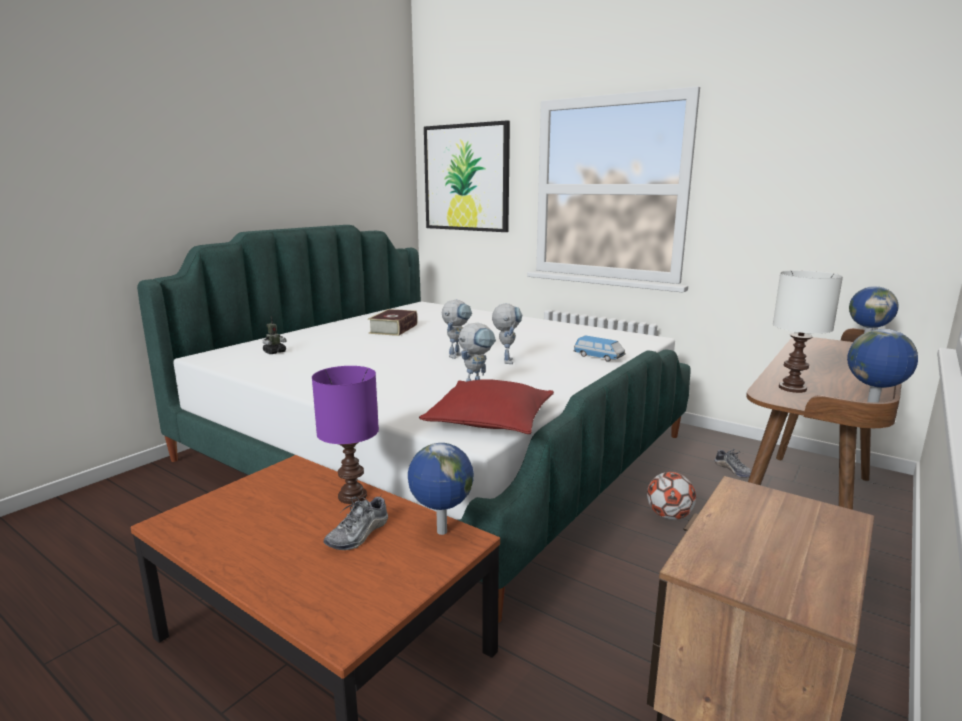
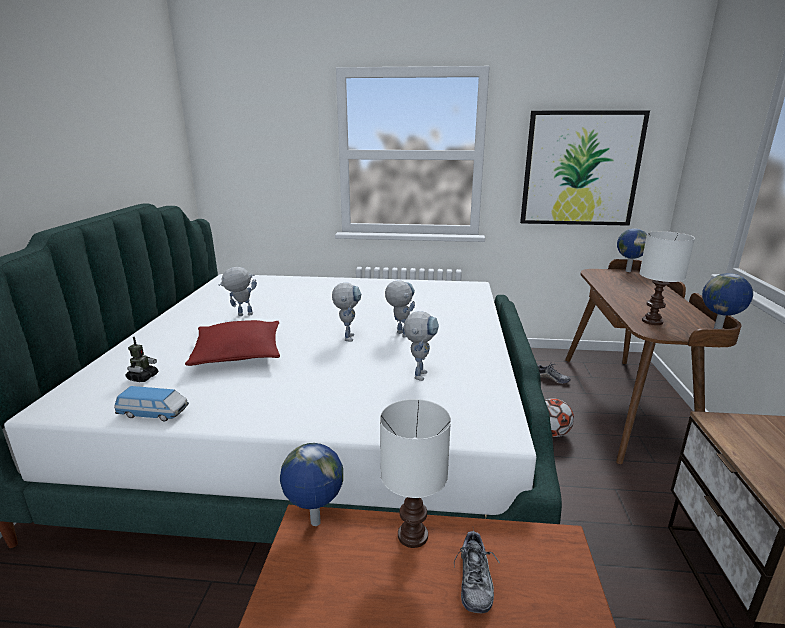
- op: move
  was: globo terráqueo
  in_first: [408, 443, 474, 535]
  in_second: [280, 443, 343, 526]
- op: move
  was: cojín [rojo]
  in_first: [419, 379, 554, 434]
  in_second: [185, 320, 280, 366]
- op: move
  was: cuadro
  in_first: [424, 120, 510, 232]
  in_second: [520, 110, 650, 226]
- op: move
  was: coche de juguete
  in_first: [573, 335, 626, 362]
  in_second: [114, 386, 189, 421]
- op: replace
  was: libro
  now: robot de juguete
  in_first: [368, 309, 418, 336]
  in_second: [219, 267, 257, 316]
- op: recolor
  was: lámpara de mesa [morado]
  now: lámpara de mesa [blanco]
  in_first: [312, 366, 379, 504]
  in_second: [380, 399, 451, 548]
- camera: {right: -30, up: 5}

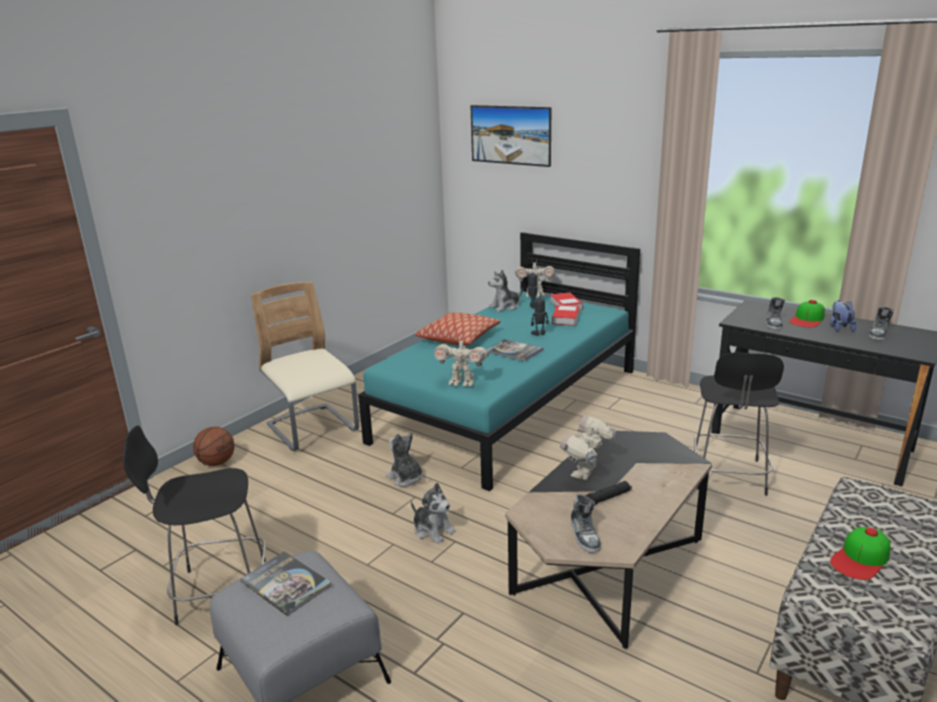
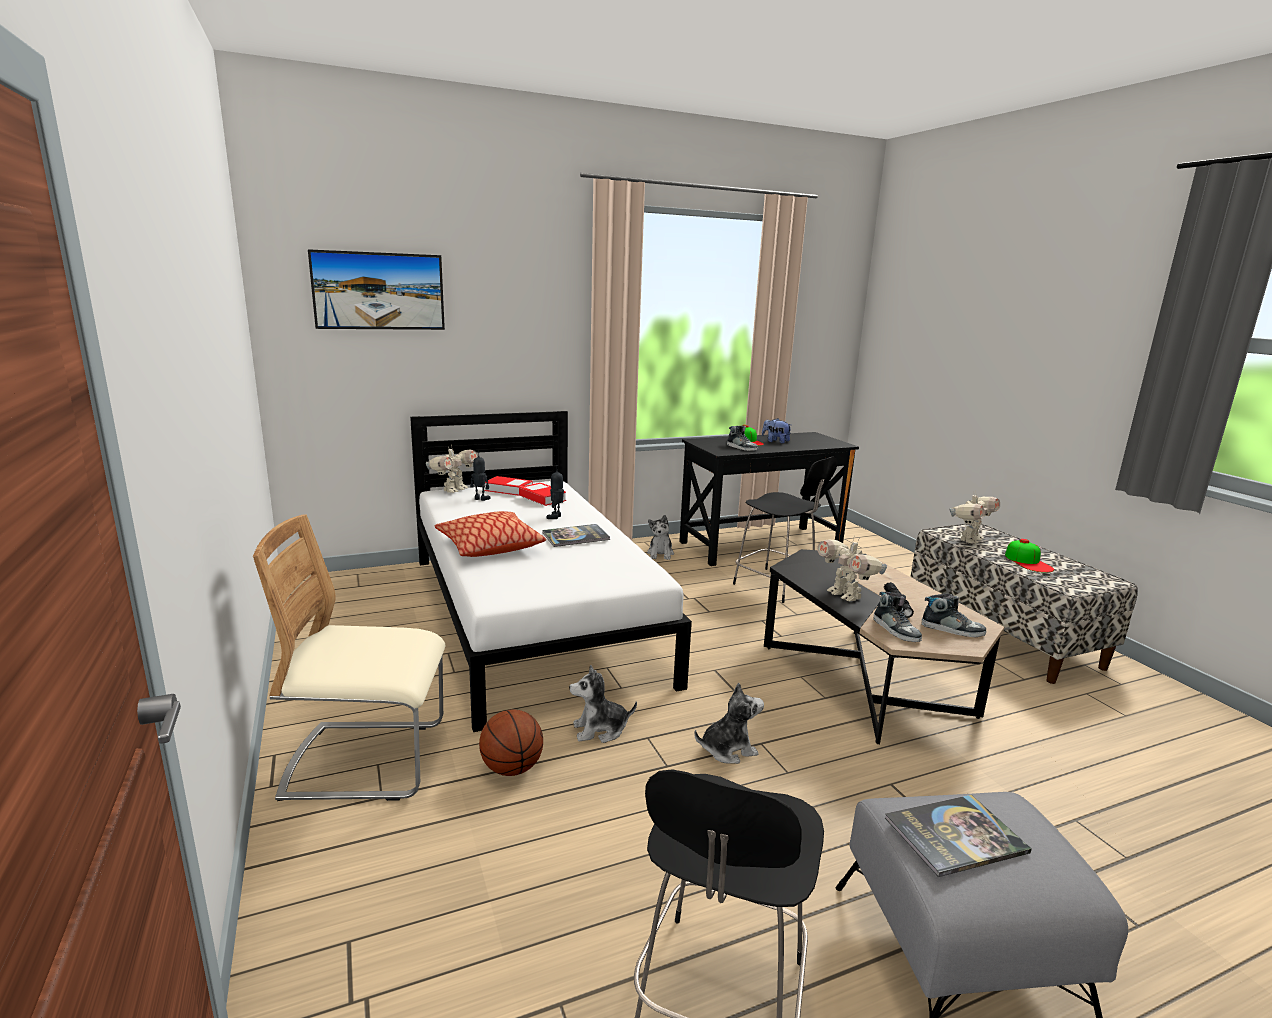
- op: move
  was: balón de baloncesto
  in_first: [193, 427, 235, 466]
  in_second: [479, 710, 543, 776]
- op: move
  was: robot de juguete
  in_first: [434, 336, 489, 386]
  in_second: [949, 490, 1000, 544]
- op: move
  was: peluche
  in_first: [488, 270, 523, 312]
  in_second: [647, 515, 674, 560]
- op: move
  was: zapato
  in_first: [868, 307, 894, 340]
  in_second: [873, 592, 922, 642]
- op: recolor
  was: cama [turquesa]
  now: cama [blanco]
  in_first: [358, 232, 640, 491]
  in_second: [410, 411, 692, 732]
- camera: {right: -60, up: -5}

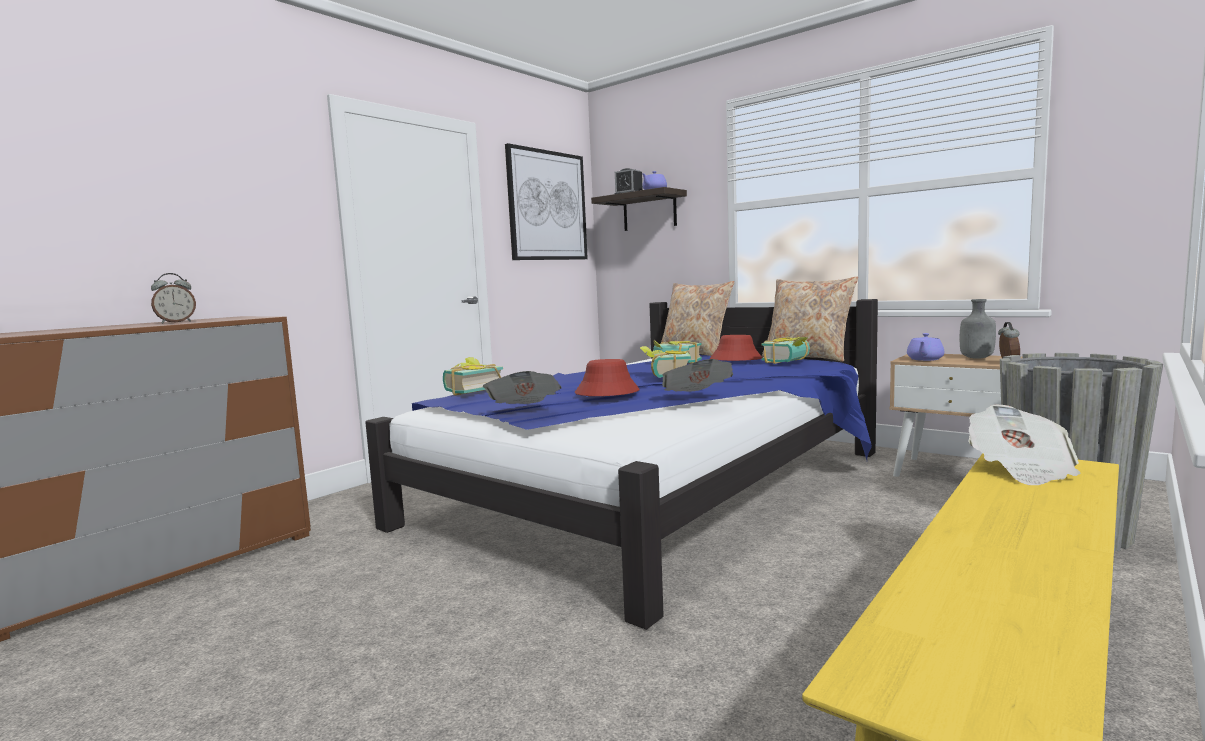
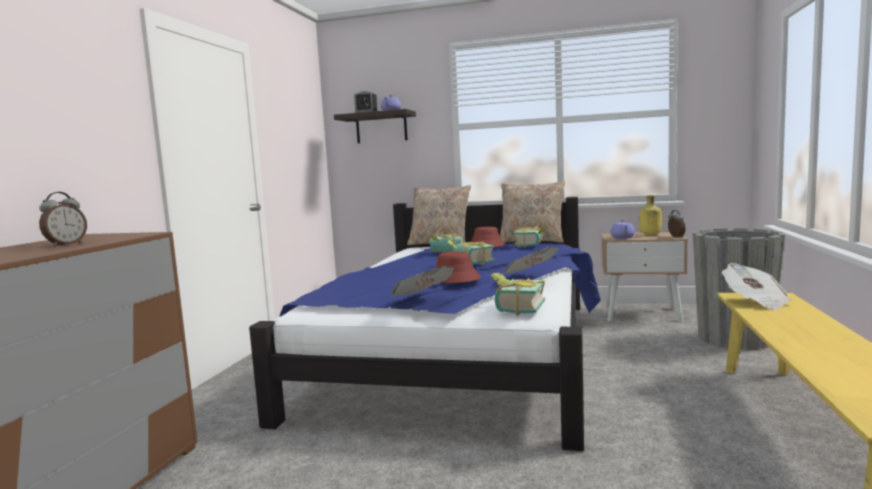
- op: delete
  was: cuadro
  in_first: [505, 143, 588, 260]
- op: move
  was: libro
  in_first: [443, 357, 503, 395]
  in_second: [491, 273, 545, 316]
- op: recolor
  was: botella [gris]
  now: botella [amarillo]
  in_first: [960, 299, 996, 359]
  in_second: [639, 195, 662, 235]
- camera: {right: -25, up: 0}

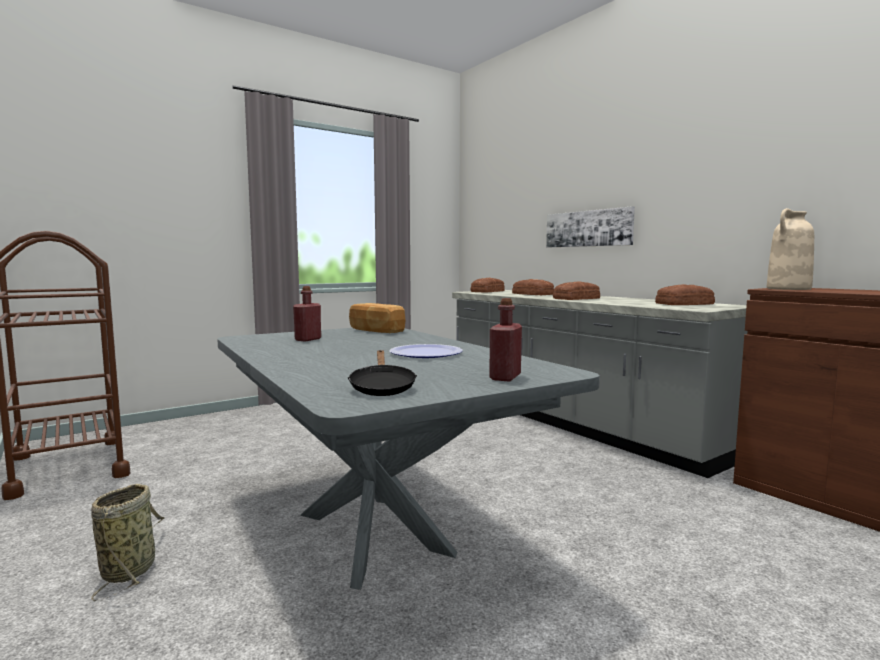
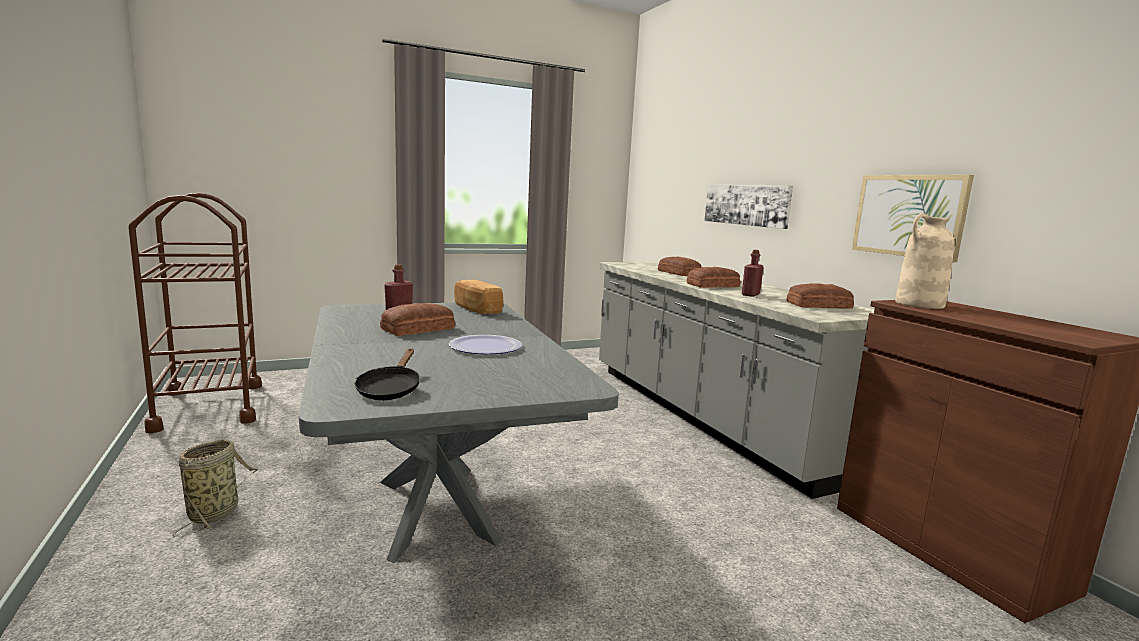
- op: insert
  now: cuadro
  in_second: [852, 175, 974, 262]
- op: move
  was: pan
  in_first: [471, 278, 505, 293]
  in_second: [380, 303, 455, 336]
- op: move
  was: botella [rojo]
  in_first: [489, 298, 522, 381]
  in_second: [742, 250, 764, 297]
- camera: {right: 10, up: 5}

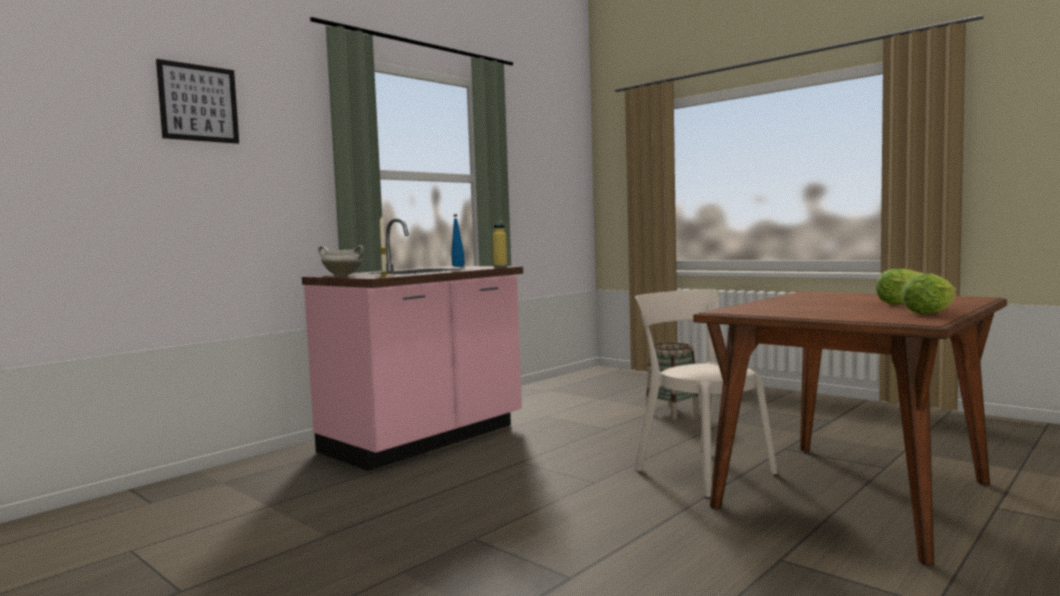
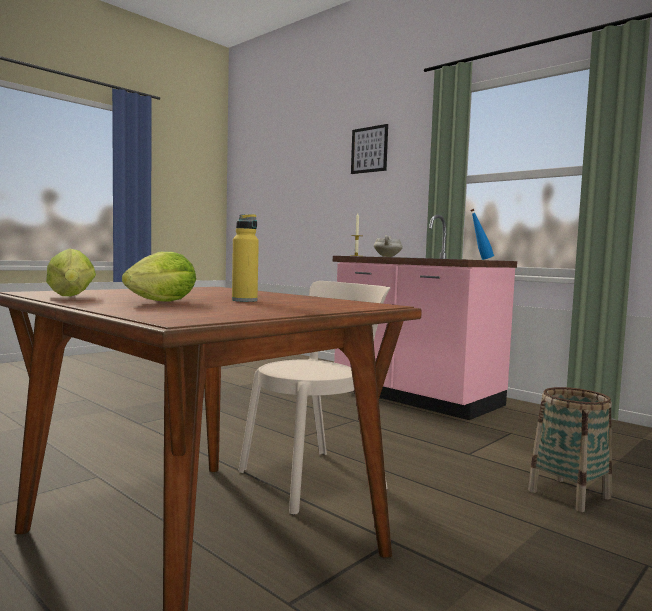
- op: move
  was: botella [amarillo]
  in_first: [493, 221, 507, 267]
  in_second: [232, 214, 259, 302]
- camera: {right: 90, up: 0}

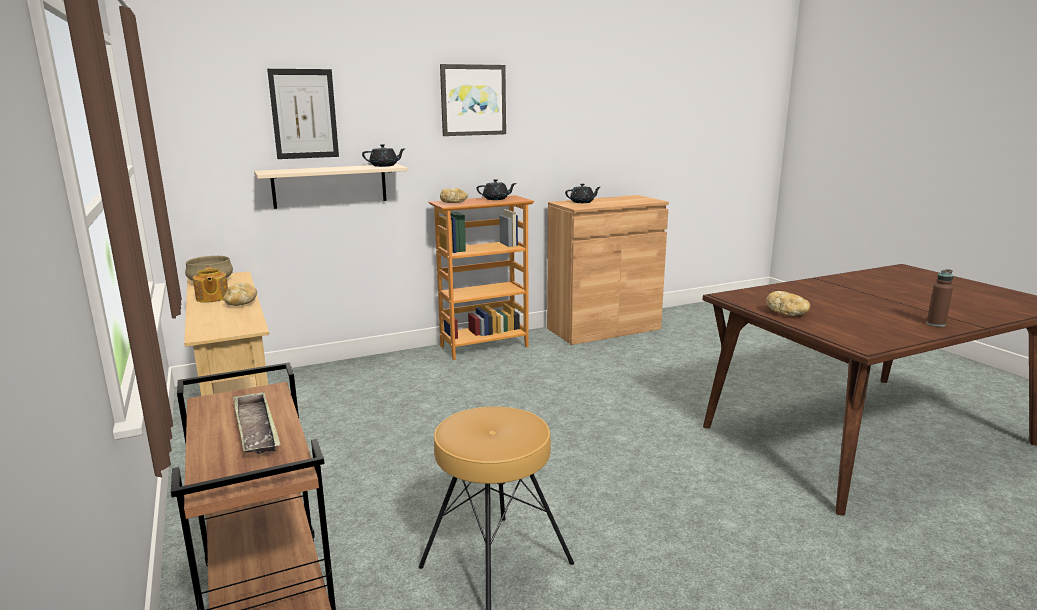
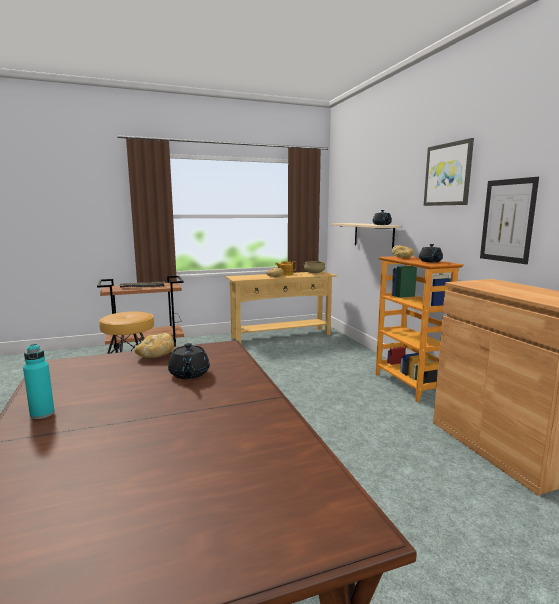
- op: move
  was: cuadro
  in_first: [267, 69, 339, 159]
  in_second: [480, 177, 539, 264]
- op: move
  was: tetera [negro]
  in_first: [565, 184, 600, 203]
  in_second: [168, 343, 210, 379]
- op: recolor
  was: botella [marrón]
  now: botella [turquesa]
  in_first: [927, 269, 953, 327]
  in_second: [23, 344, 55, 419]
- camera: {right: 95, up: -5}

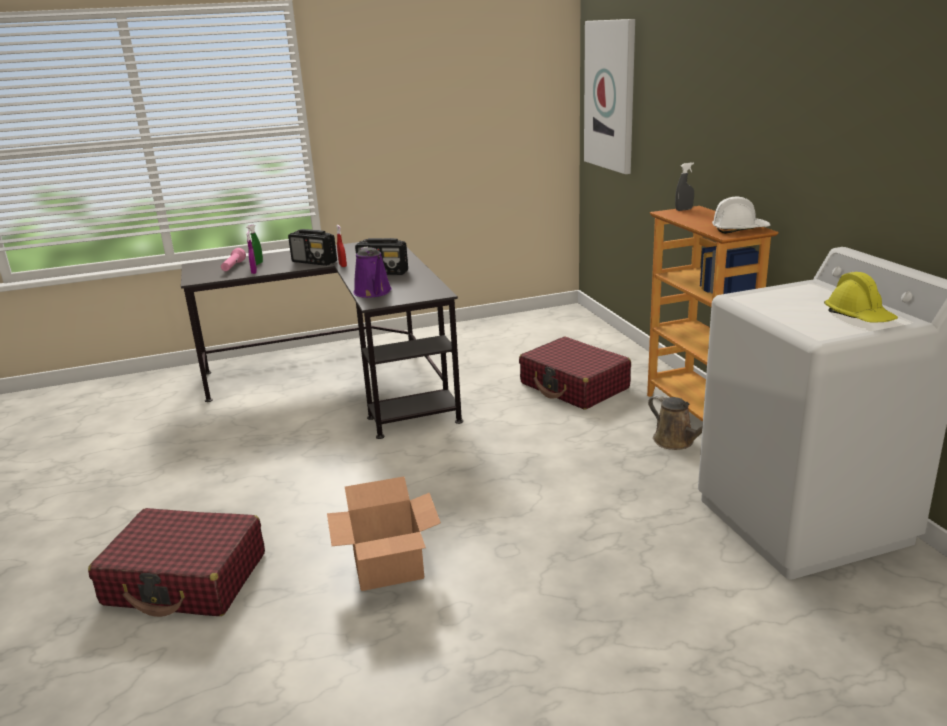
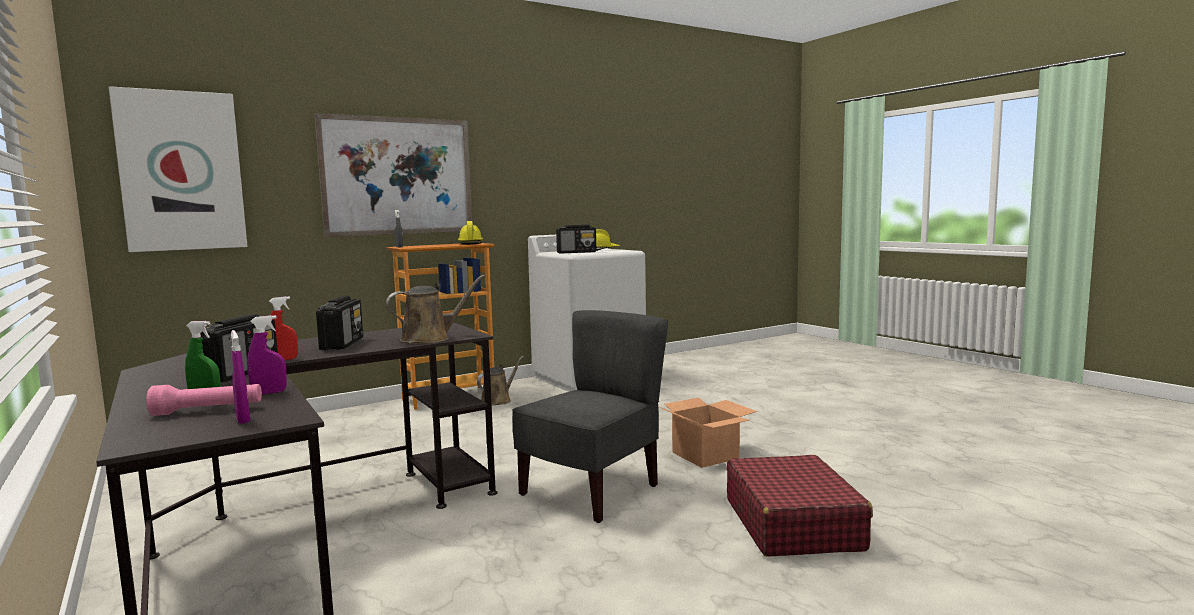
- op: delete
  was: maleta [rojo]
  in_first: [519, 337, 631, 410]
- op: insert
  now: pulverizador [morado]
  in_second: [231, 330, 250, 424]
- op: insert
  now: cuadro
  in_second: [315, 113, 472, 237]
- op: insert
  now: silla [gris]
  in_second: [512, 310, 668, 523]
- op: insert
  now: radio
  in_second: [556, 225, 596, 253]
- op: recolor
  was: regadera [morado]
  now: regadera [marrón]
  in_first: [353, 247, 392, 298]
  in_second: [386, 275, 485, 343]
- op: recolor
  was: casco [blanco]
  now: casco [amarillo]
  in_first: [712, 197, 770, 234]
  in_second: [457, 221, 483, 245]
- camera: {right: -105, up: -15}

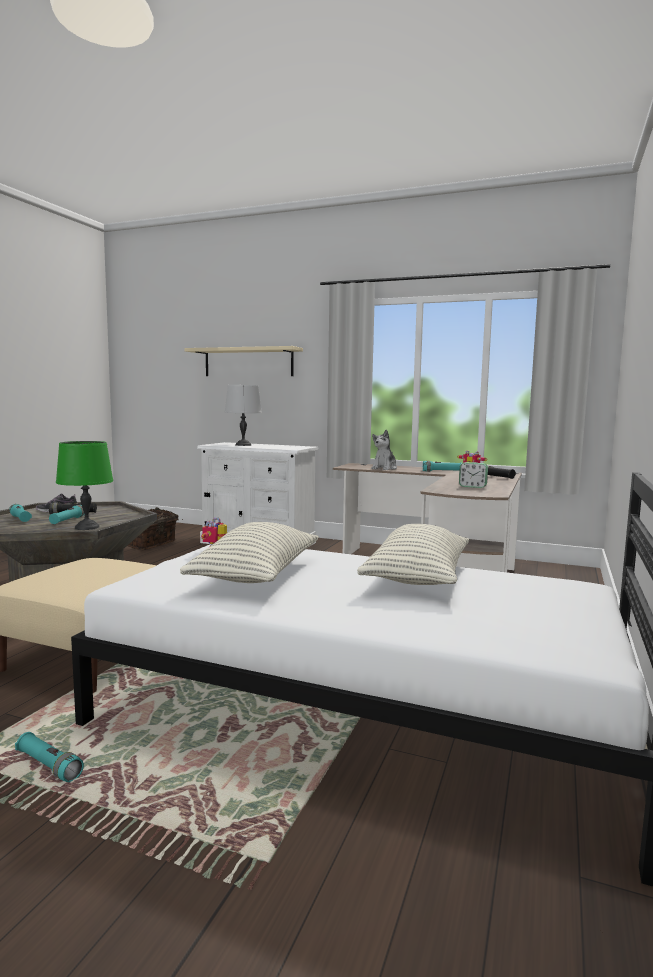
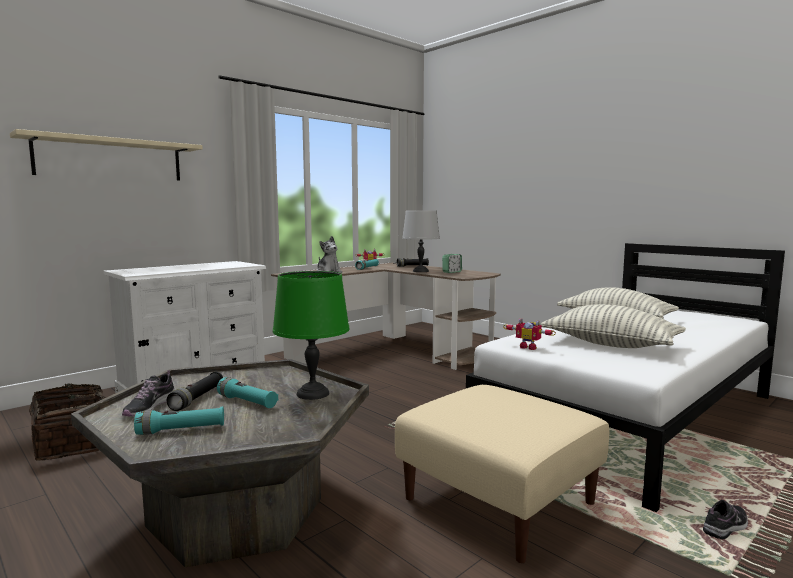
- op: move
  was: lámpara de mesa [gris]
  in_first: [225, 385, 262, 446]
  in_second: [402, 210, 440, 272]
- op: replace
  was: linterna [turquesa]
  now: zapato
  in_first: [15, 732, 84, 782]
  in_second: [703, 500, 748, 539]
- camera: {right: -65, up: 0}

